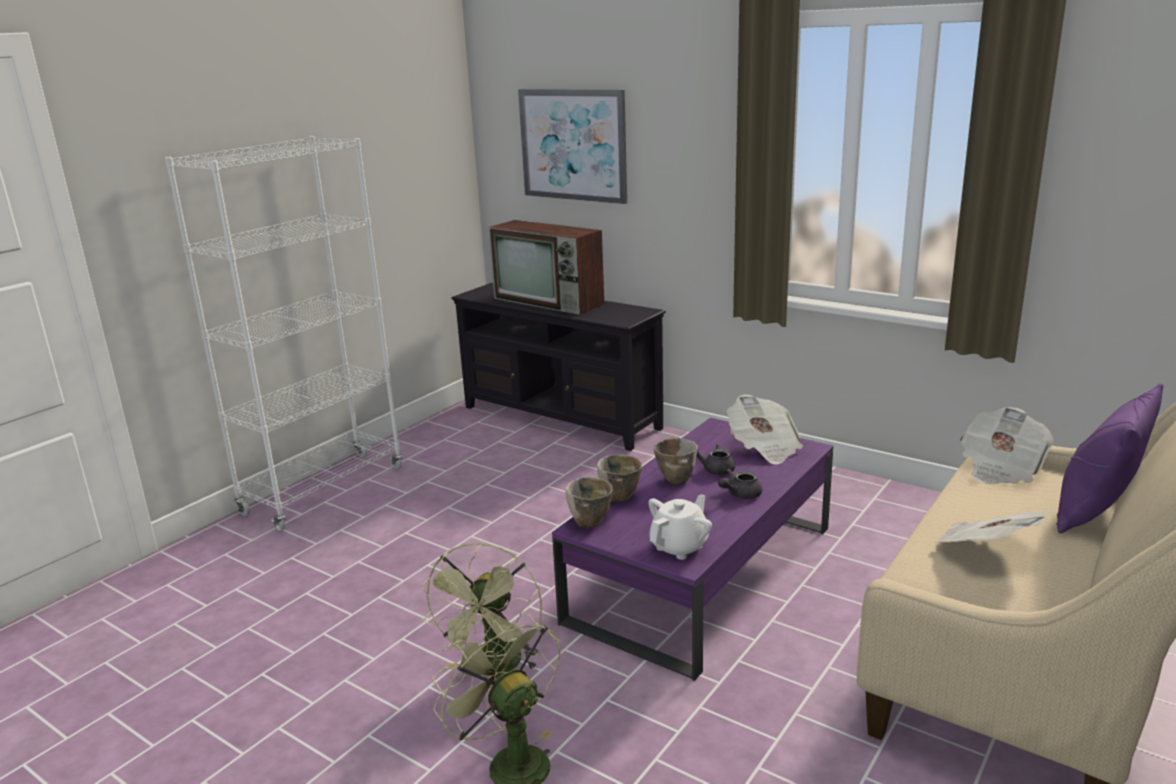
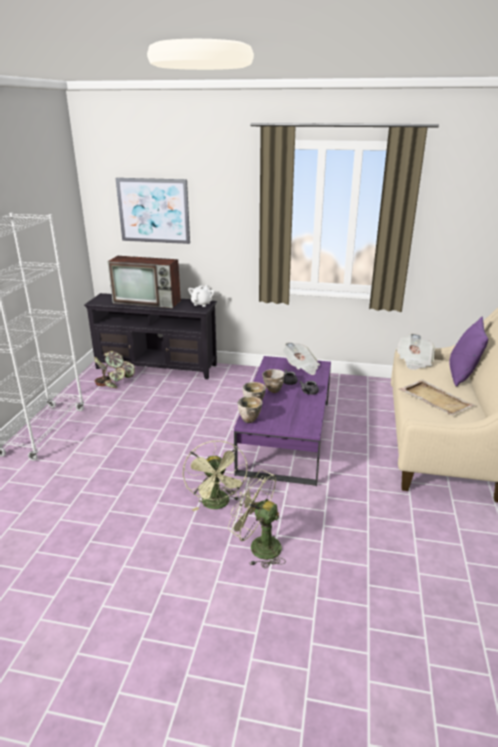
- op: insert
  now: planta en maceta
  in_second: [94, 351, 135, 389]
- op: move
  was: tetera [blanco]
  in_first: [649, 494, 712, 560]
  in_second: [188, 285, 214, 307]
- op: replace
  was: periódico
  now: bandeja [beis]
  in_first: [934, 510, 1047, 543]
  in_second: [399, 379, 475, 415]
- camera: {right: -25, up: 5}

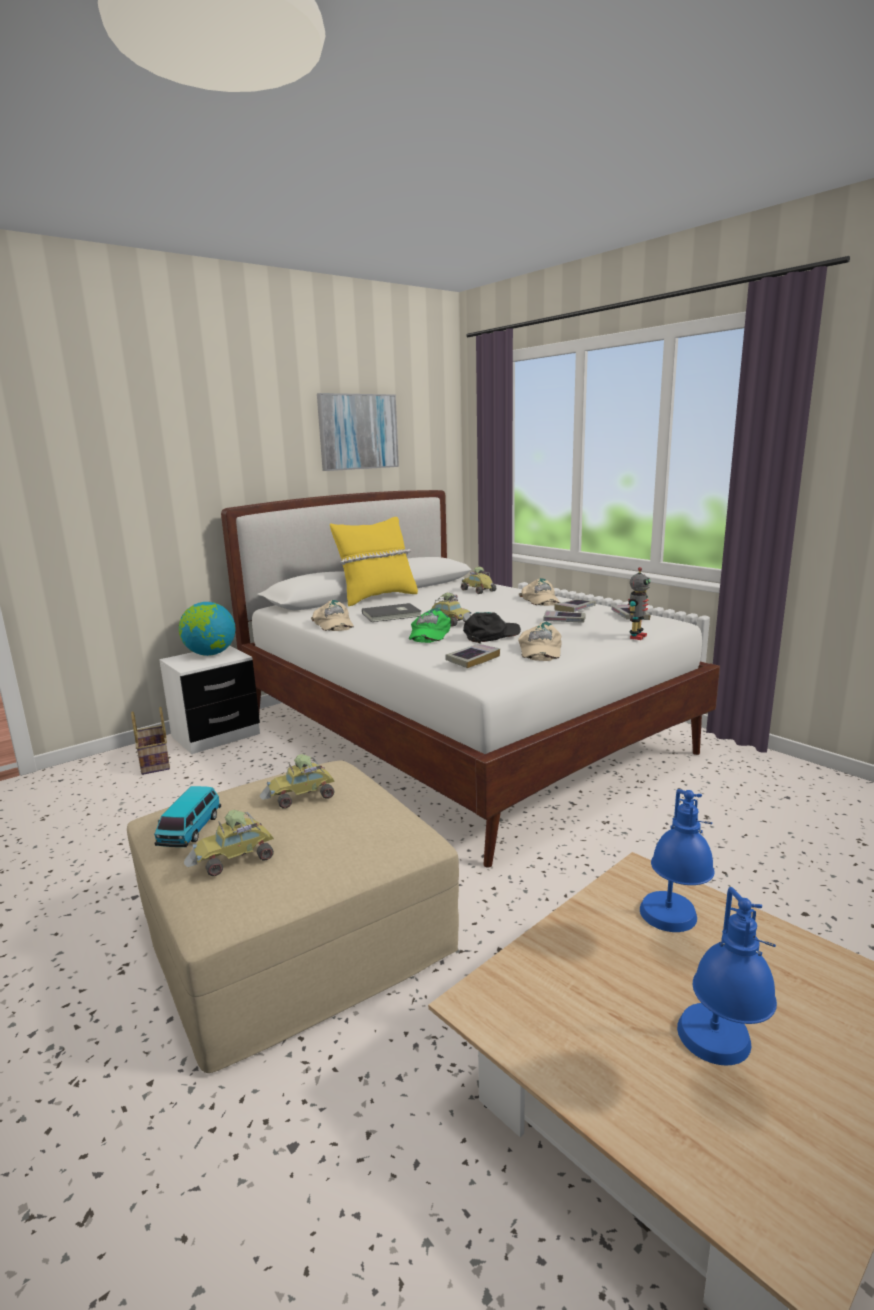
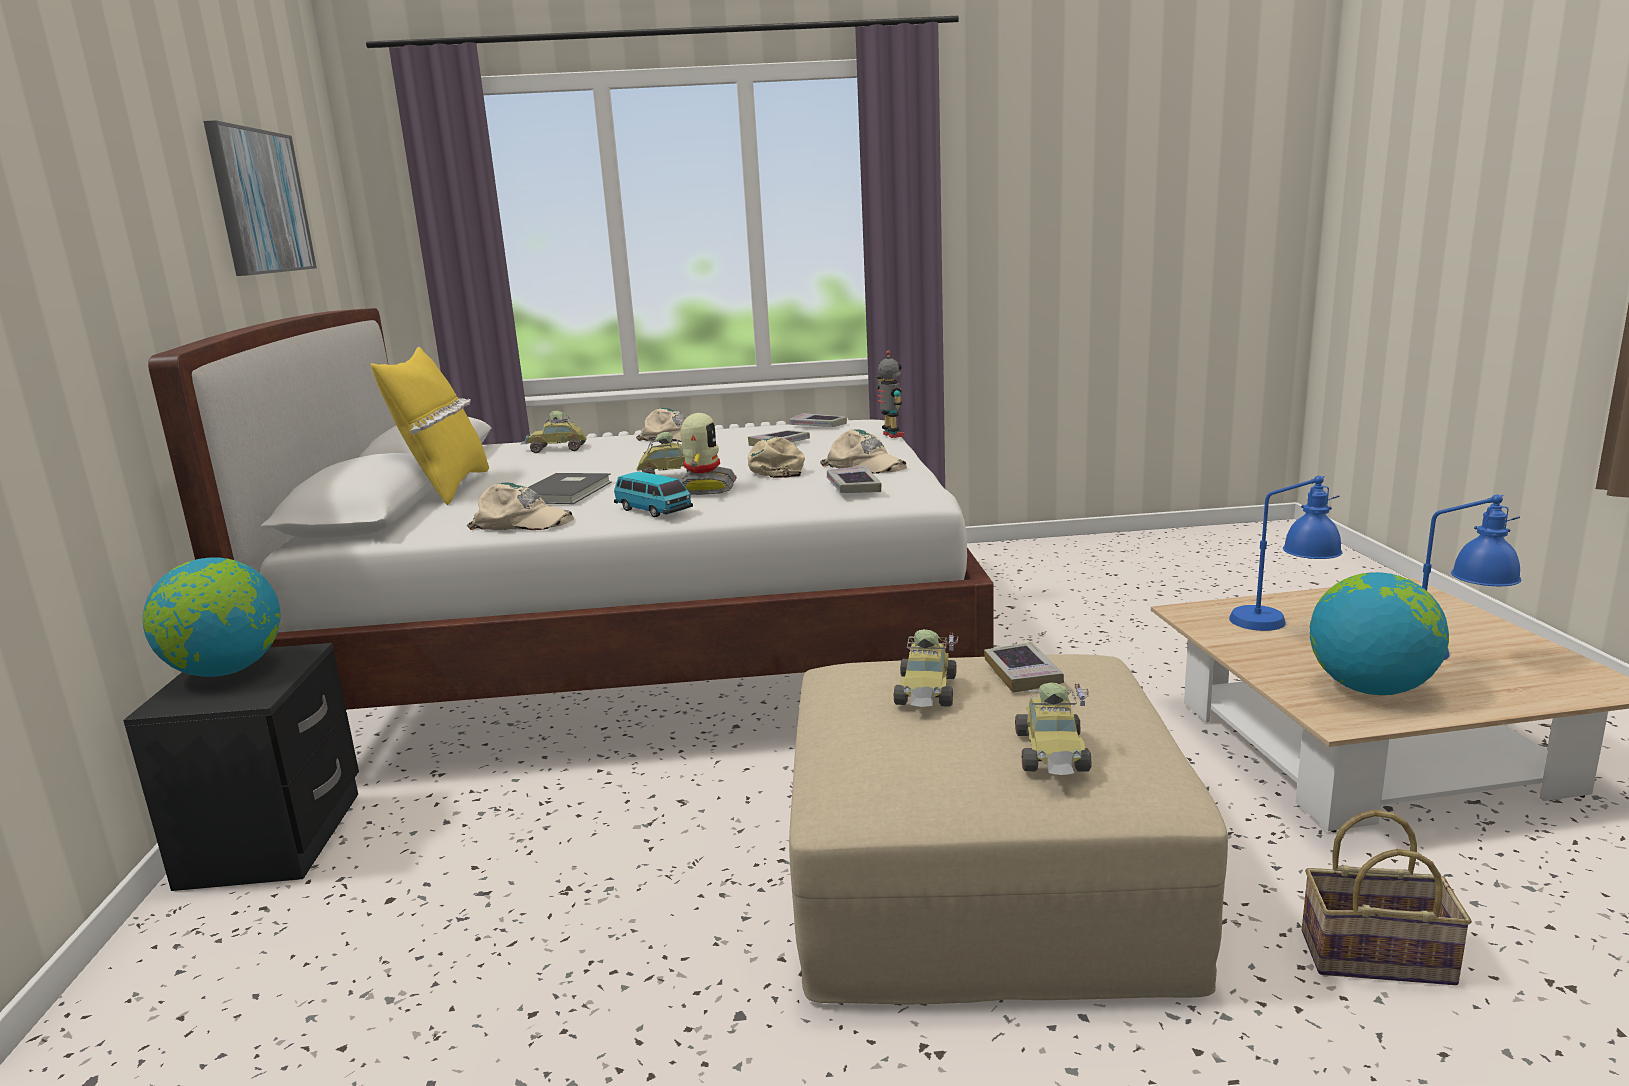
- op: insert
  now: globo terráqueo
  in_second: [1309, 572, 1449, 695]
- op: move
  was: cesta
  in_first: [131, 707, 170, 775]
  in_second: [1302, 810, 1472, 985]
- op: move
  was: coche de juguete
  in_first: [154, 786, 221, 847]
  in_second: [614, 472, 693, 517]
- op: move
  was: libro
  in_first: [554, 599, 596, 612]
  in_second: [984, 642, 1064, 693]
- op: replace
  was: gorra [verde]
  now: robot de juguete
  in_first: [409, 608, 451, 643]
  in_second: [680, 413, 737, 495]
- op: recolor
  was: mesita de noche [blanco]
  now: mesita de noche [negro]
  in_first: [159, 646, 260, 754]
  in_second: [123, 643, 359, 891]
- op: recolor
  was: gorra [negro]
  now: gorra [beis]
  in_first: [463, 612, 521, 644]
  in_second: [748, 437, 805, 478]
- camera: {right: -55, up: 0}

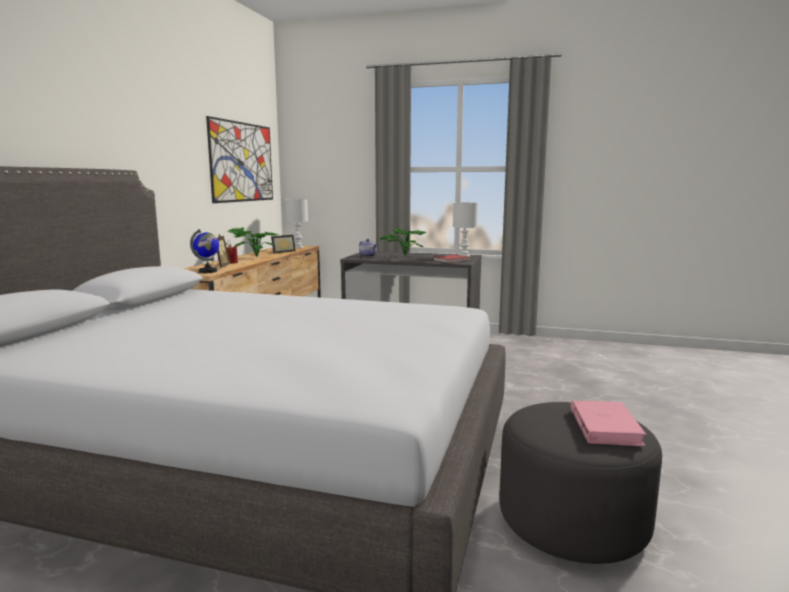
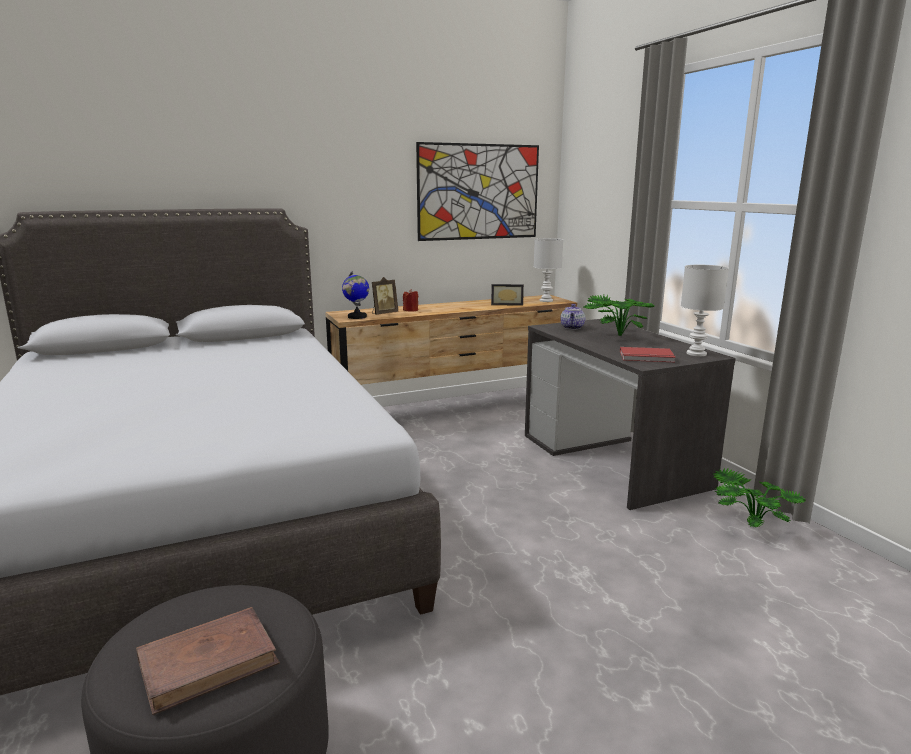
- op: move
  was: planta en maceta
  in_first: [228, 227, 279, 257]
  in_second: [714, 468, 806, 528]
- op: recolor
  was: libro [rosa]
  now: libro [marrón]
  in_first: [570, 400, 646, 446]
  in_second: [136, 607, 280, 715]
- camera: {right: 50, up: 5}

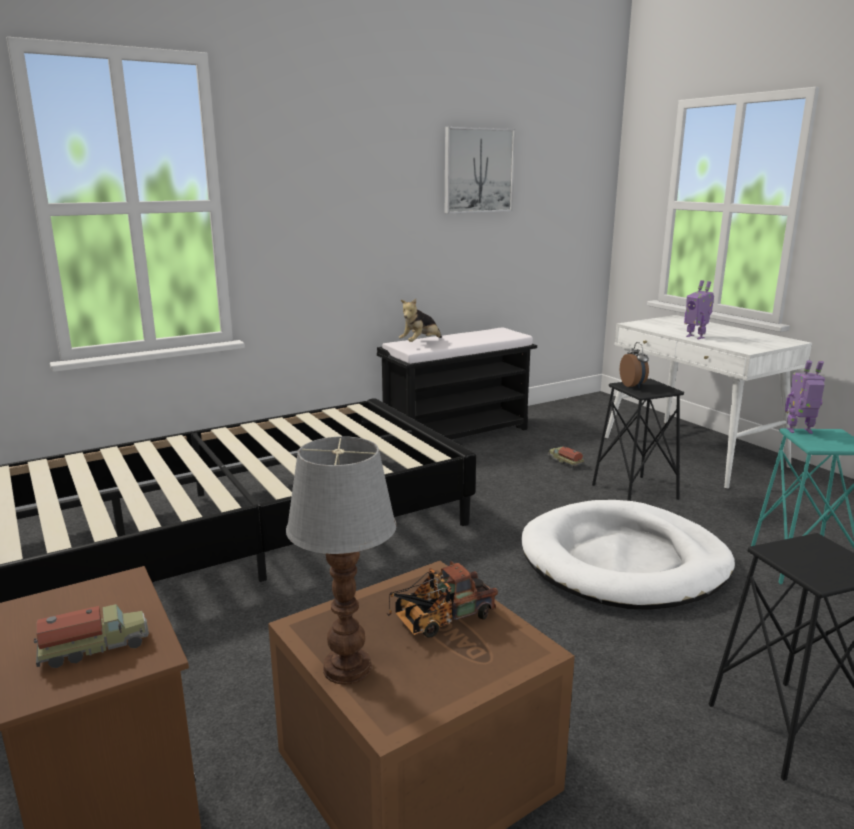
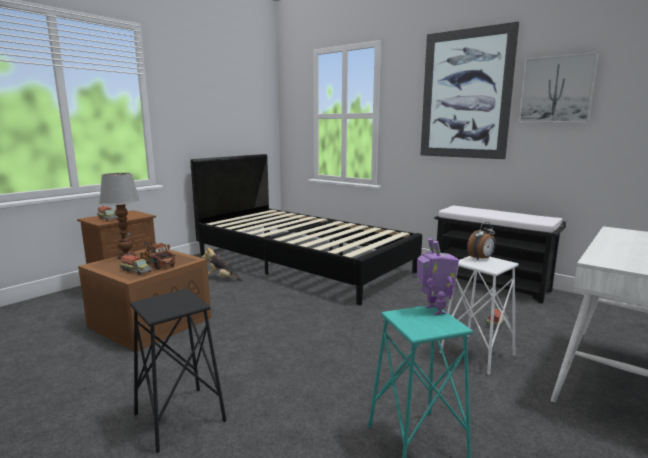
- op: delete
  was: cama para perro [blanco]
  in_first: [522, 500, 735, 610]
- op: delete
  was: robot de juguete
  in_first: [684, 280, 714, 339]
- op: insert
  now: camión de juguete
  in_second: [120, 254, 152, 275]
- op: insert
  now: cuadro
  in_second: [420, 21, 519, 159]
- op: move
  was: peluche
  in_first: [399, 299, 442, 342]
  in_second: [202, 247, 243, 281]
- op: recolor
  was: taburete [negro]
  now: taburete [blanco]
  in_first: [592, 379, 684, 501]
  in_second: [440, 256, 519, 375]
- camera: {right: 70, up: -5}

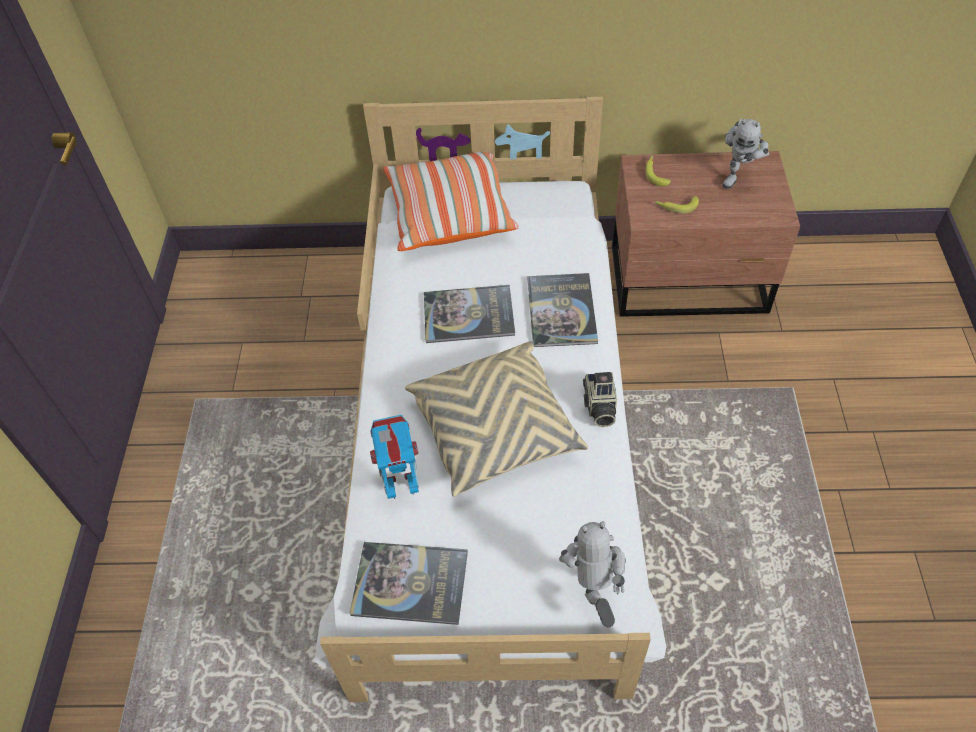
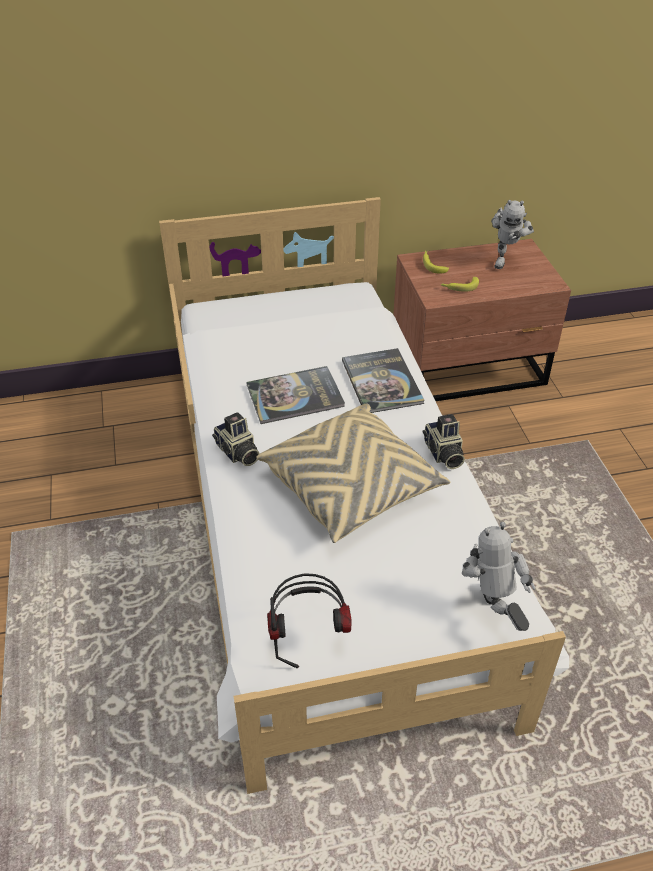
- op: delete
  was: robot de juguete
  in_first: [370, 415, 419, 499]
- op: delete
  was: cojín
  in_first: [383, 152, 519, 251]
- op: insert
  now: cámara
  in_second: [212, 412, 260, 466]
- op: replace
  was: libro
  now: auriculares
  in_first: [350, 542, 468, 625]
  in_second: [267, 573, 352, 668]
- camera: {right: -15, up: -10}

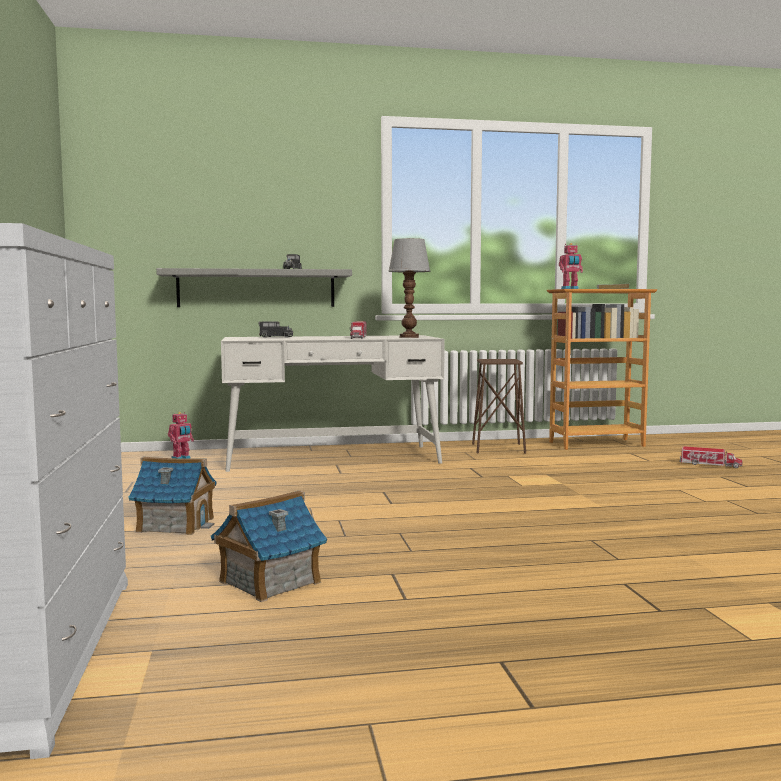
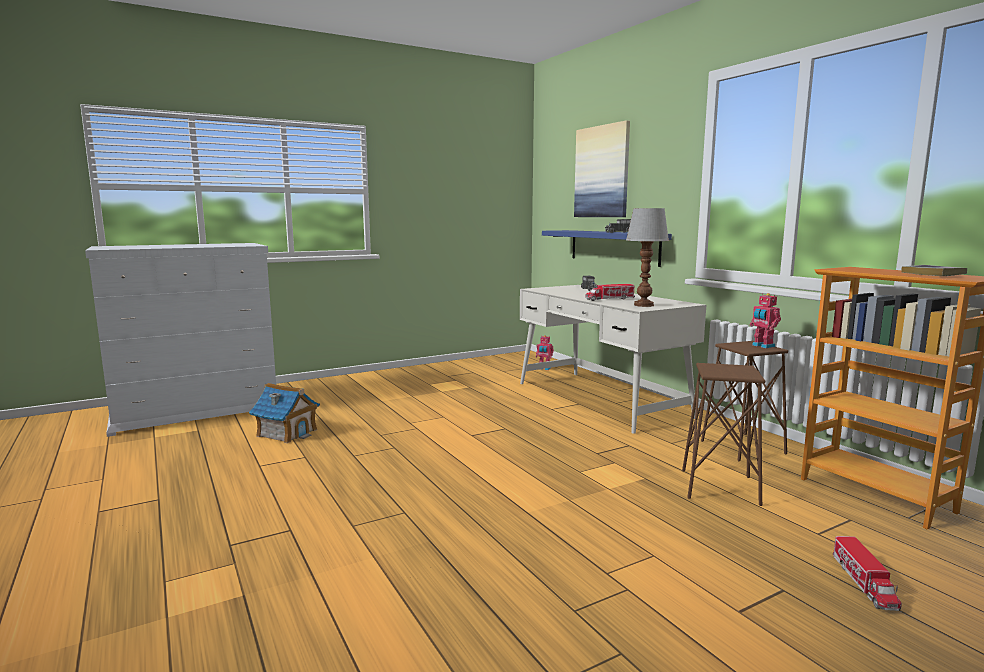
- op: delete
  was: casita
  in_first: [128, 457, 217, 535]
- op: insert
  now: cuadro
  in_second: [574, 120, 630, 217]
- op: insert
  now: taburete [marrón]
  in_second: [682, 363, 765, 506]
- op: move
  was: robot de juguete
  in_first: [559, 243, 583, 289]
  in_second: [750, 293, 781, 348]
- op: recolor
  was: estante [gris]
  now: estante [azul]
  in_first: [156, 268, 352, 307]
  in_second: [542, 230, 672, 267]
- camera: {right: 70, up: 5}

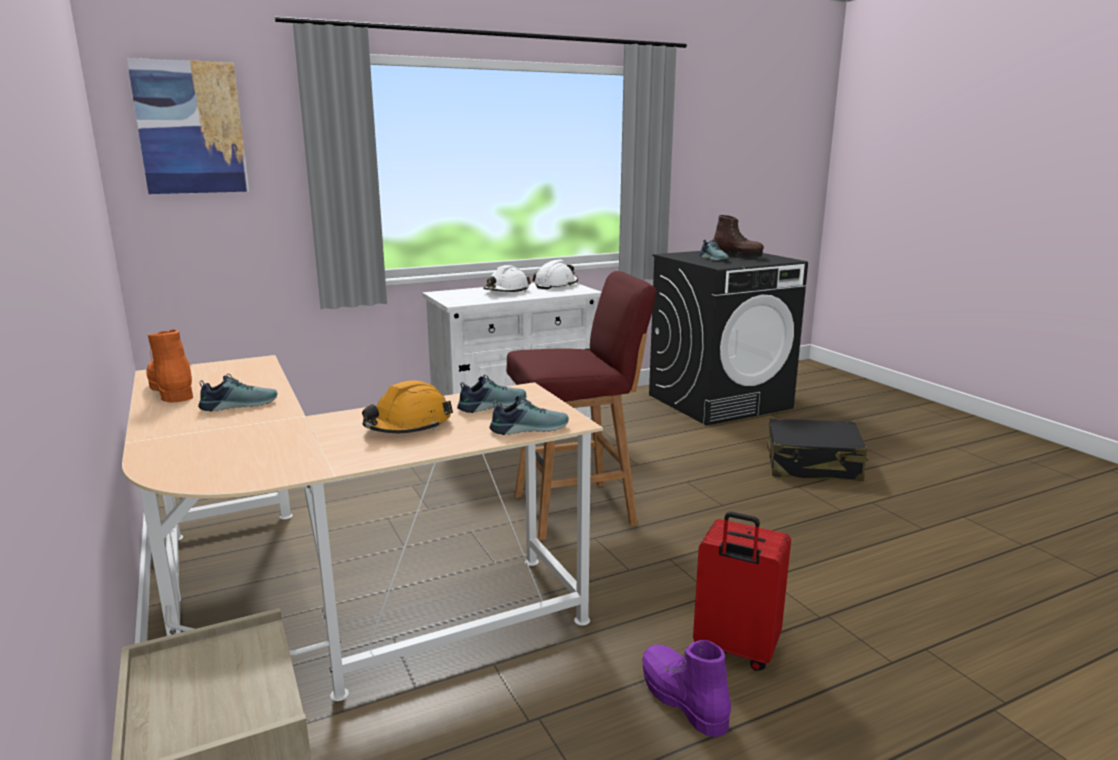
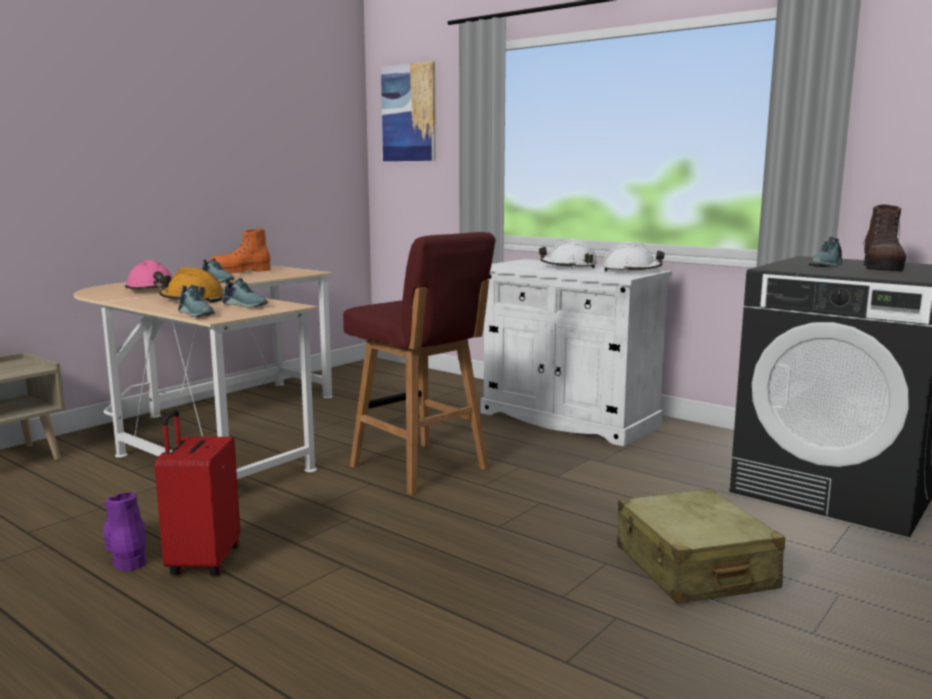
- op: insert
  now: casco [rosa]
  in_second: [125, 260, 173, 290]
- op: recolor
  was: maleta [negro]
  now: maleta [beis]
  in_first: [768, 419, 868, 481]
  in_second: [617, 489, 785, 604]
- op: rotate
  was: bota [naranja]
  in_first: [146, 329, 193, 403]
  in_second: [209, 228, 271, 274]
  clockwise: -150
- op: rotate
  was: bota [morado]
  in_first: [642, 640, 731, 737]
  in_second: [103, 492, 148, 571]
  clockwise: -60
- camera: {right: 65, up: -5}

